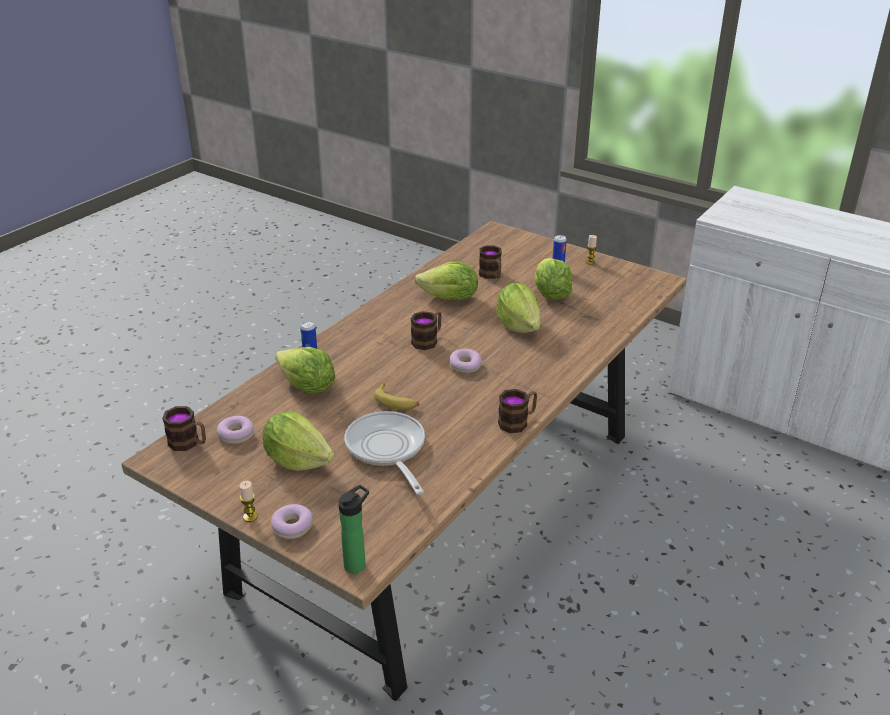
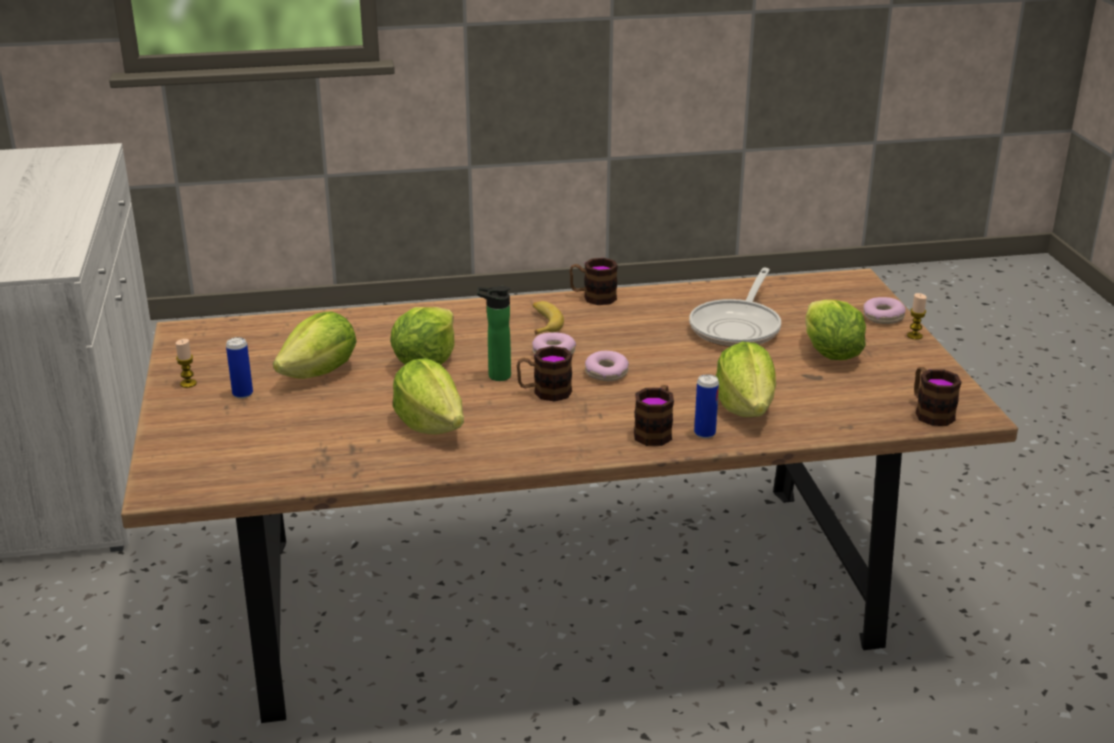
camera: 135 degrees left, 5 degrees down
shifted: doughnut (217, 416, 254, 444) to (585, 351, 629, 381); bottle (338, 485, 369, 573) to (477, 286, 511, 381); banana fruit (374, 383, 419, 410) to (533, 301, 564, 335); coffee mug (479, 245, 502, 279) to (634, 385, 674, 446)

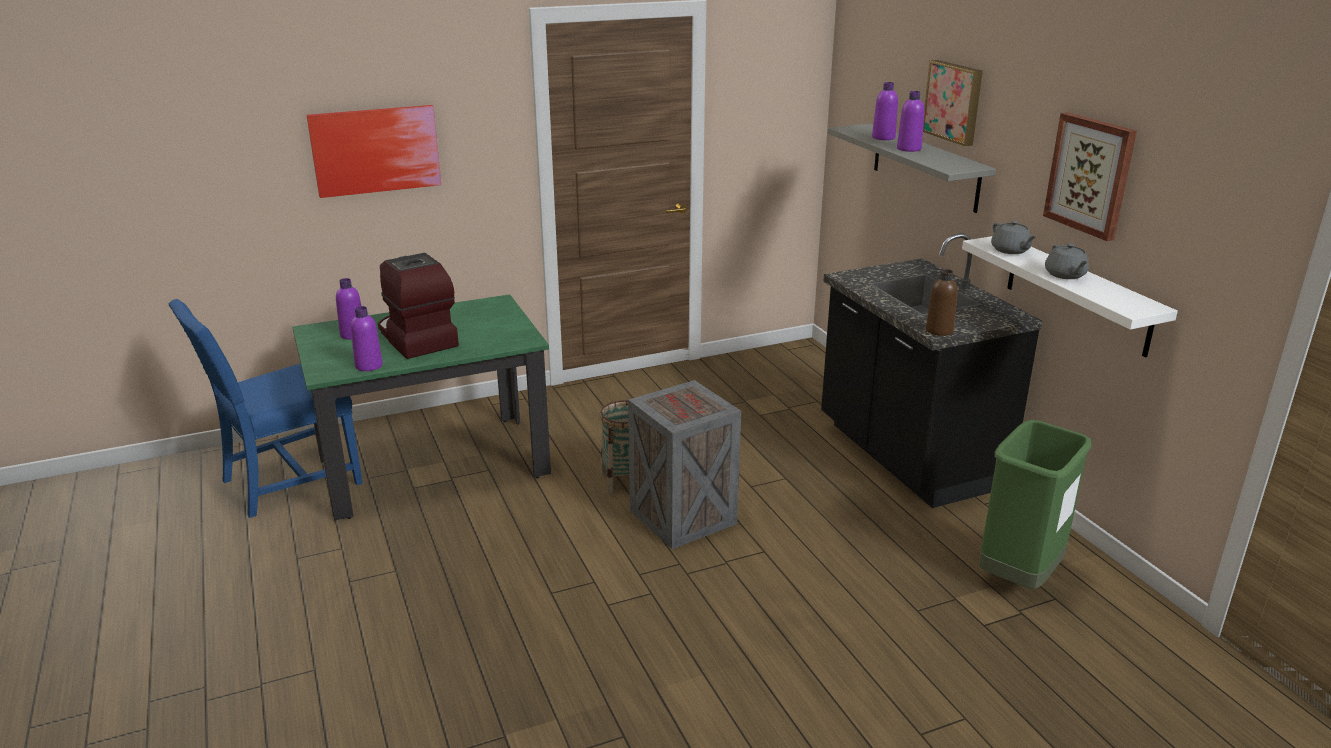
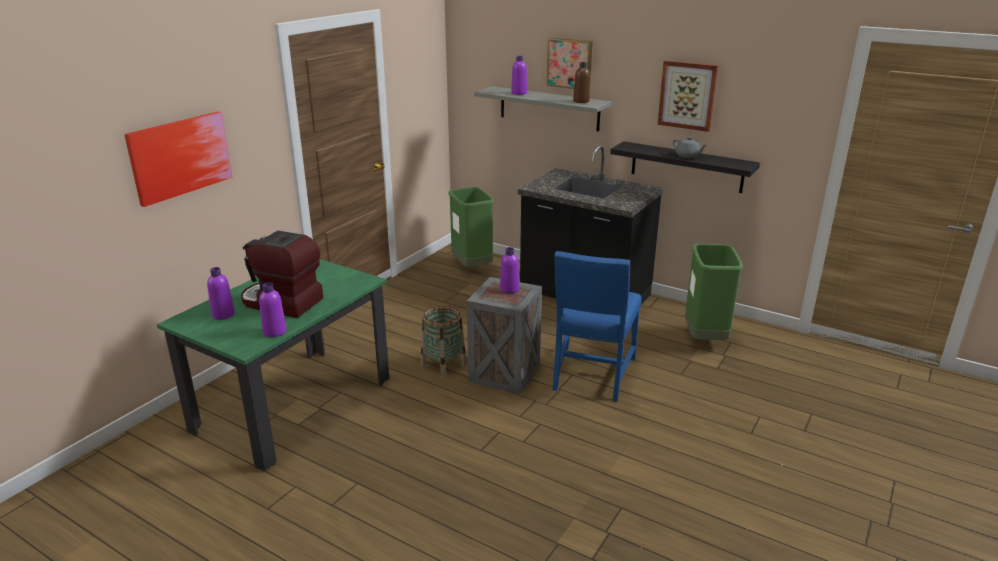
camera: 35 degrees left, 0 degrees up
gone: pot for tea/gray (991, 221, 1036, 254)
new: rubbish bin/green (448, 187, 494, 267)
shifted: upright chair/blue-coloured (169, 299, 363, 518) to (552, 251, 642, 402); bottle/purple (897, 91, 924, 152) to (500, 247, 519, 293); bottle/brown-coloured (926, 269, 958, 336) to (573, 62, 590, 103)
repainted: shelf/whitish (962, 236, 1178, 358) to shelf/blackish (610, 141, 760, 193)

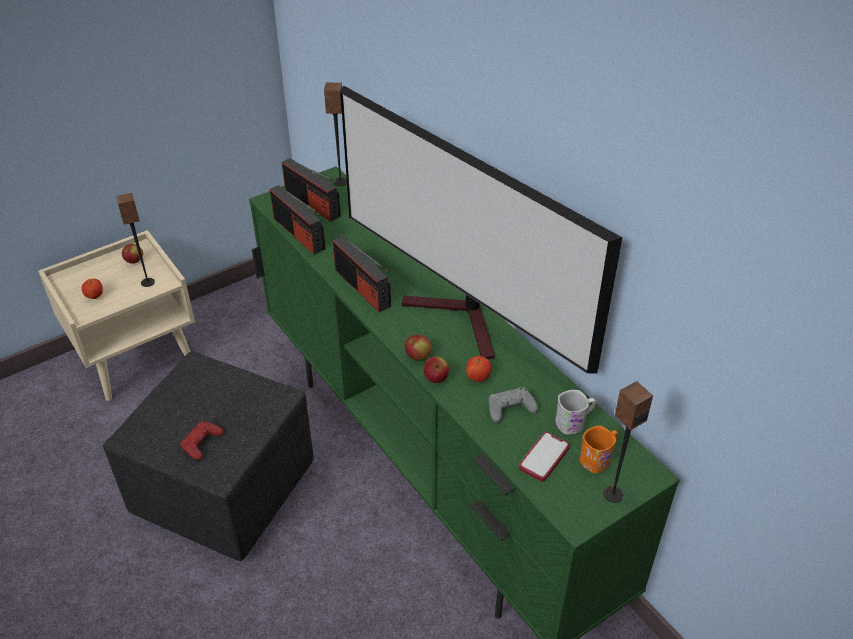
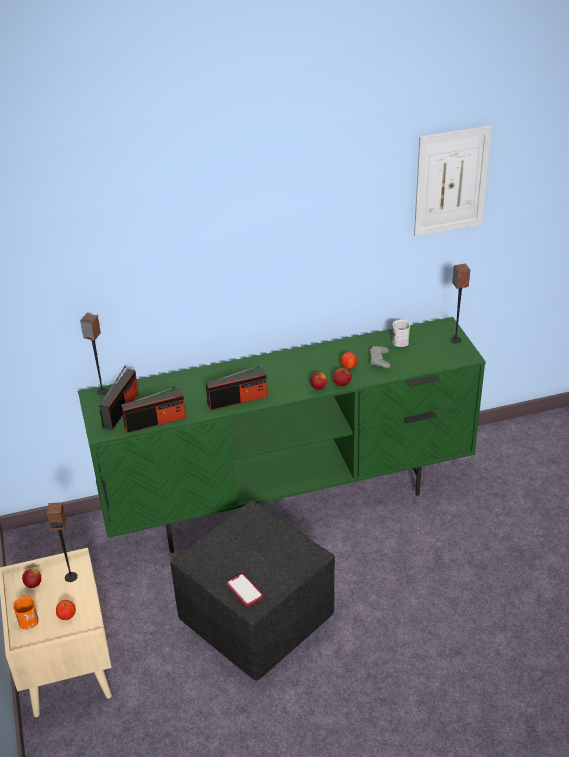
camera: 70 degrees left, 5 degrees down
gone: joypad/red-coloured (180, 421, 224, 460); TV (341, 85, 622, 374)
new: wall art (414, 125, 492, 237)
shifted: phone (519, 432, 570, 482) to (227, 574, 263, 607); coffee mug/orangey (579, 426, 618, 473) to (13, 595, 39, 629)
rotated: radio (282, 158, 341, 222) = (99, 366, 139, 430) 45 degrees counterclockwise

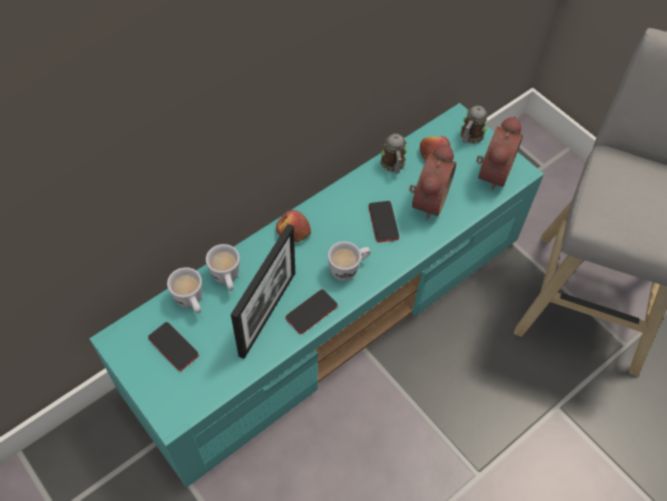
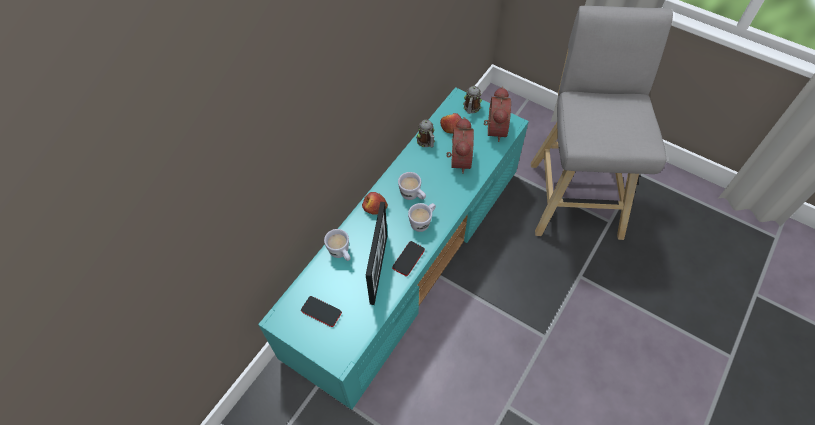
camera: 15 degrees left, 0 degrees up
gone: phone (369, 201, 399, 242)
shifted: coffee mug/whitish (167, 267, 202, 313) to (398, 172, 426, 200)

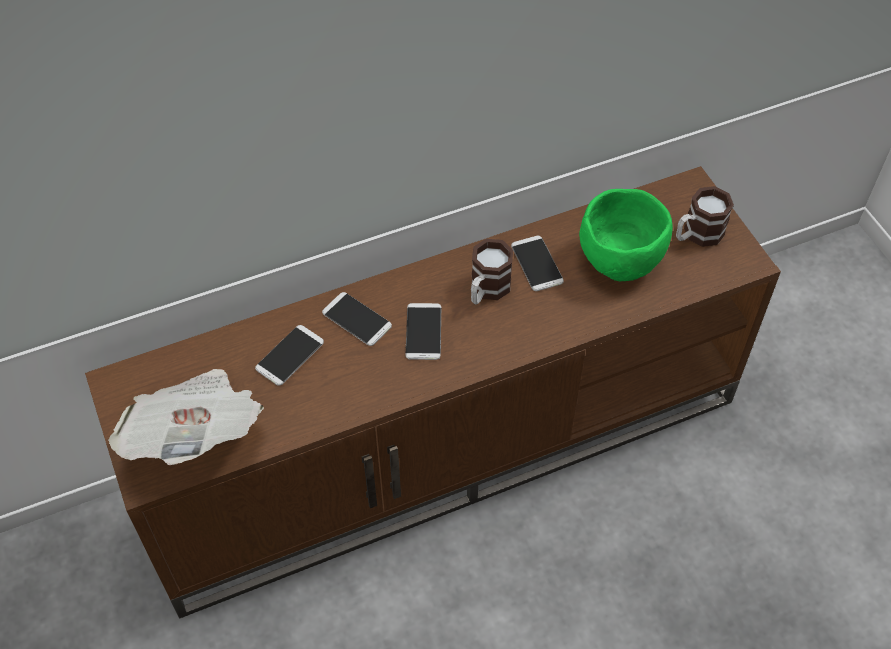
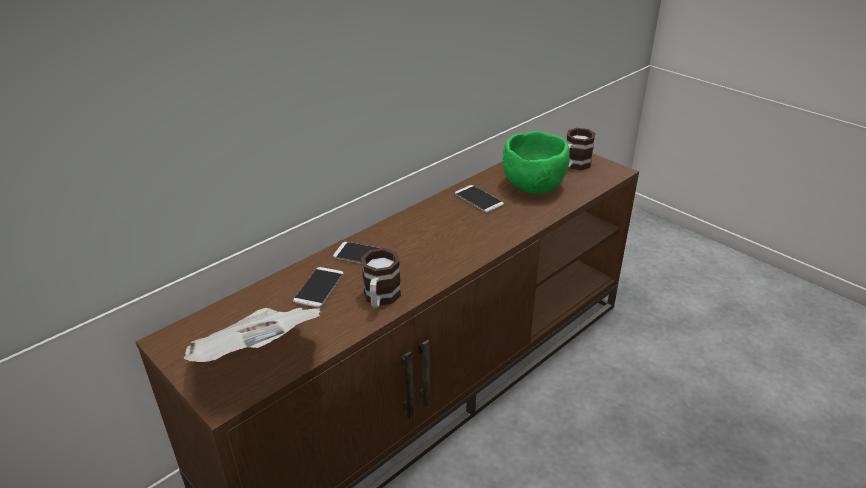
camera: 20 degrees left, 20 degrees down
gone: phone (406, 303, 441, 360)
shifted: coffee mug (471, 239, 513, 305) to (361, 248, 401, 308)

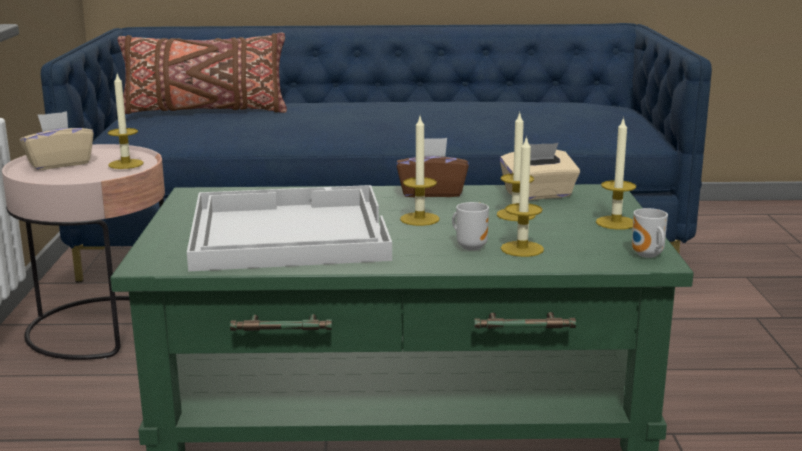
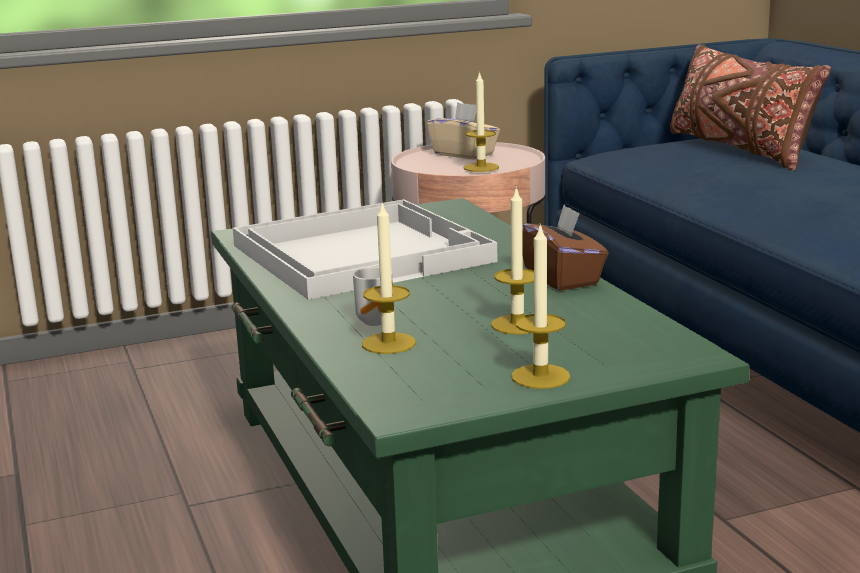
camera: 70 degrees right, 0 degrees up
gone: wax candle (400, 117, 440, 226); tissue holder/beige (500, 143, 580, 200); coffee mug (632, 208, 668, 258)

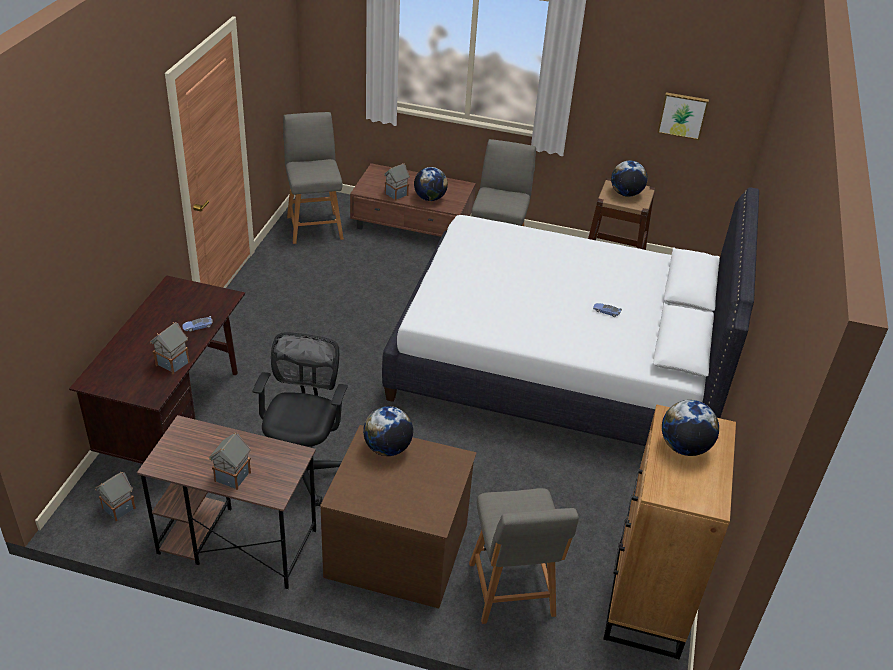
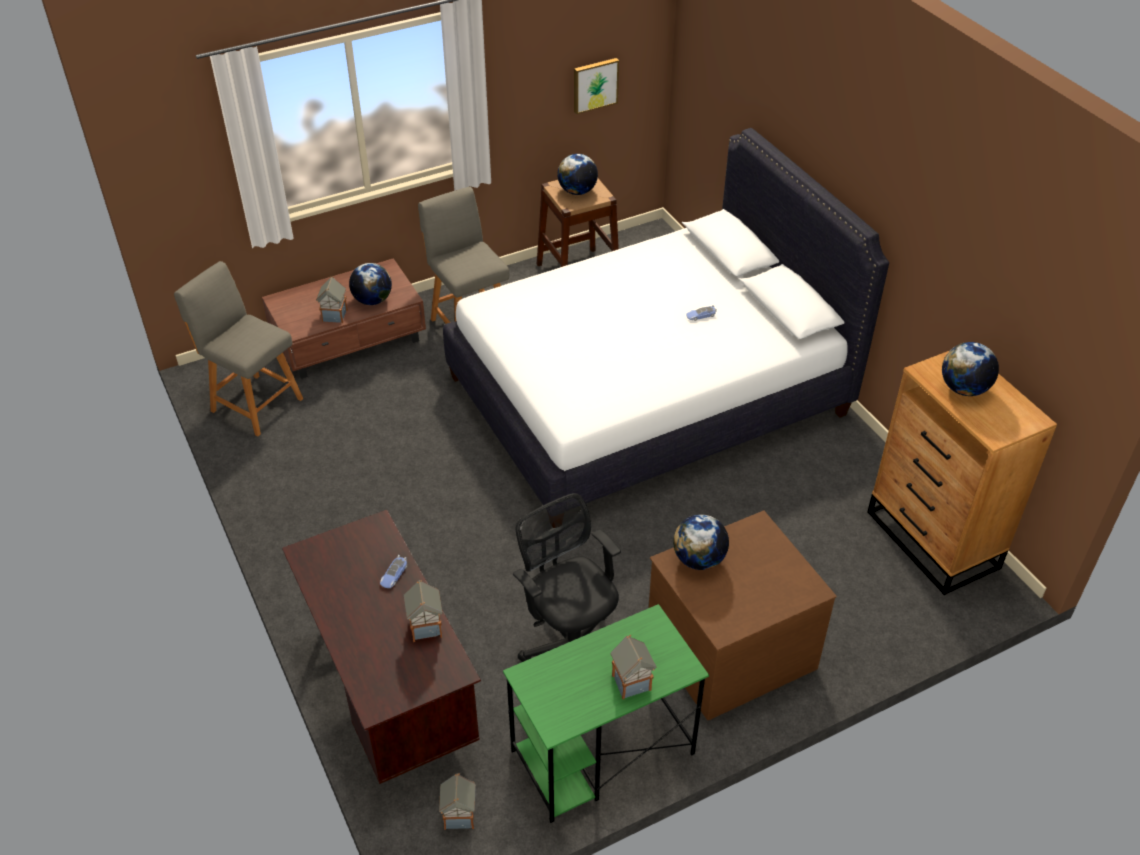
camera: 40 degrees left, 5 degrees up
gone: upright chair/gray (469, 488, 579, 624)
repainted: desk unit/brown-coloured (137, 415, 316, 589) to desk unit/green (503, 604, 709, 823)

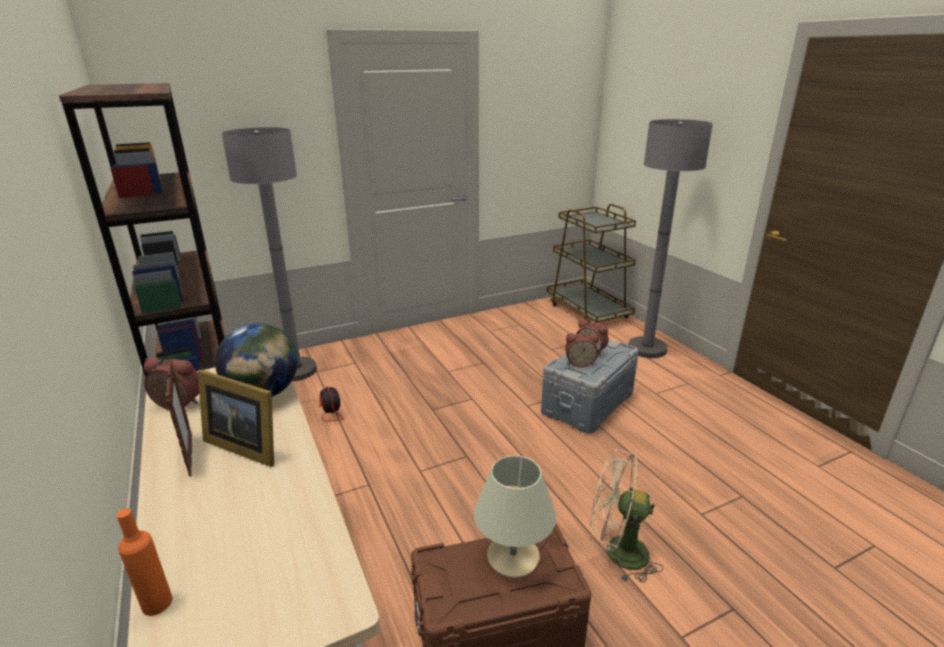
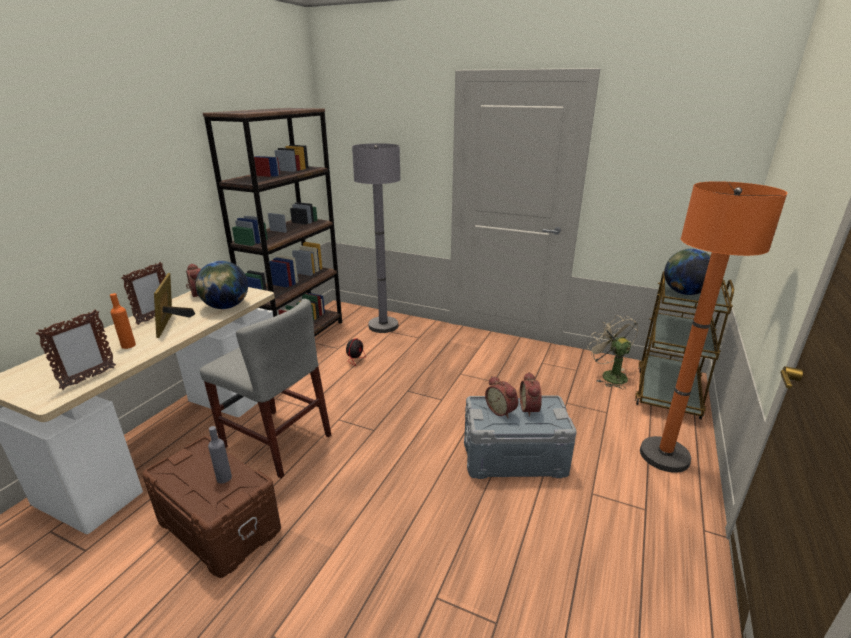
camera: 50 degrees right, 0 degrees up
new: standing frame (36, 310, 116, 390); upright chair/gray (200, 299, 331, 478); globe (664, 249, 711, 295)
shifted: bottle/orangey (116, 508, 172, 616) to (110, 293, 136, 349); cooling fan/beige (590, 449, 663, 583) to (587, 315, 638, 389)
swapped: lamp for a table/beige (474, 455, 556, 578) to bottle/gray (208, 426, 232, 483)
repainted: standard lamp/gray (628, 119, 713, 358) to standard lamp/orangey (640, 181, 787, 473)

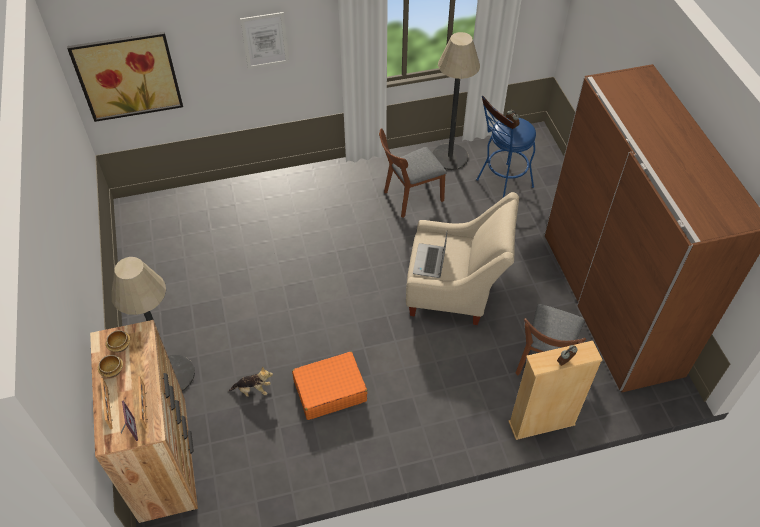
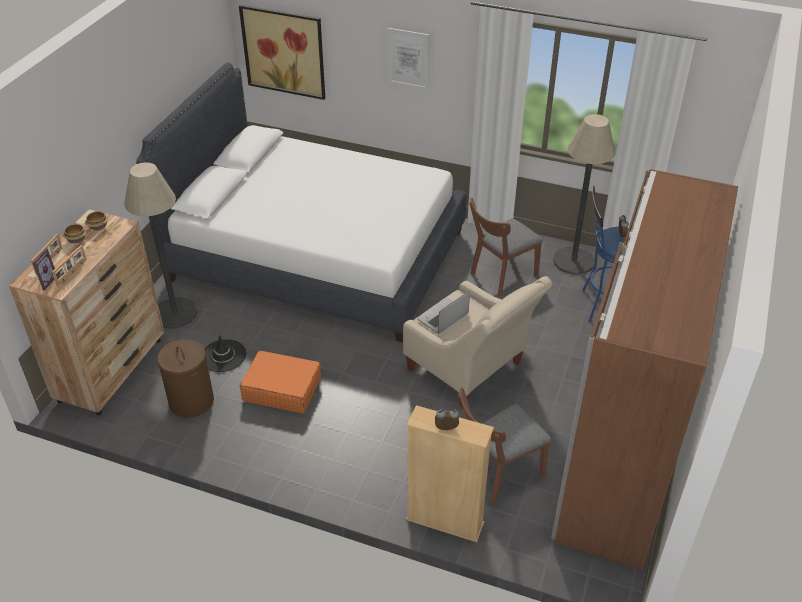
camera: 35 degrees right, 10 degrees down
new: sleeping bed/whitish (136, 62, 467, 342); laundry basket/brown-coloured (157, 339, 214, 418)
swapped: cuddly toy (229, 366, 273, 397) to clothing hat/blackish (204, 335, 246, 372)
rotated: upright chair/brown-coloured (379, 128, 447, 218) = (469, 197, 543, 297) 45 degrees counterclockwise

